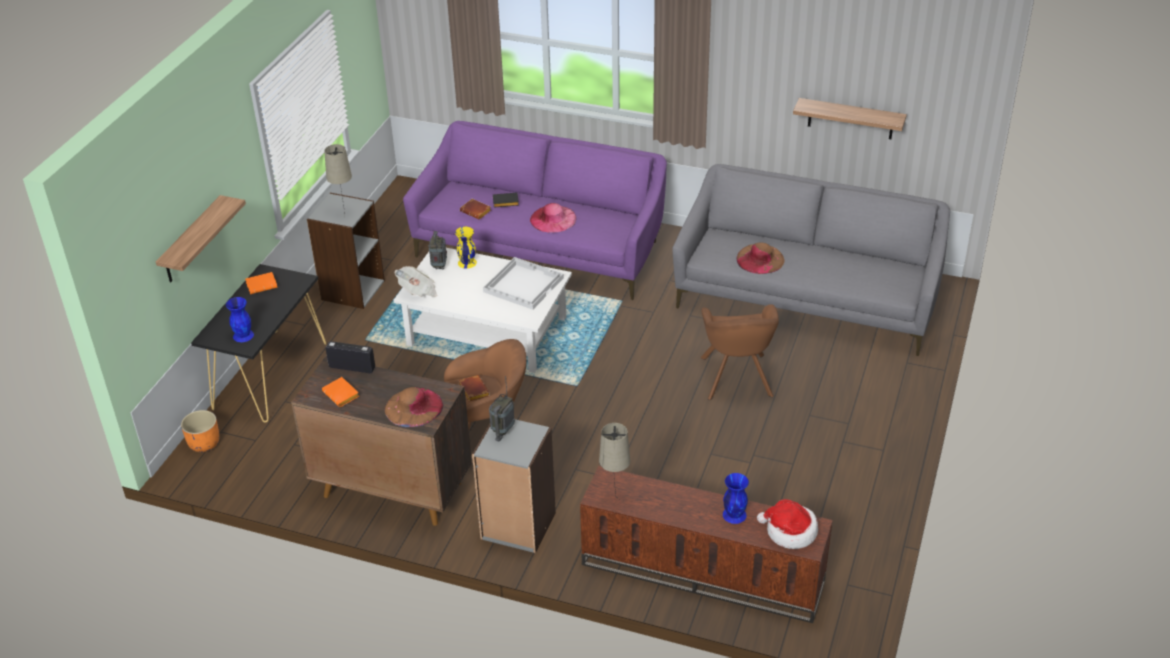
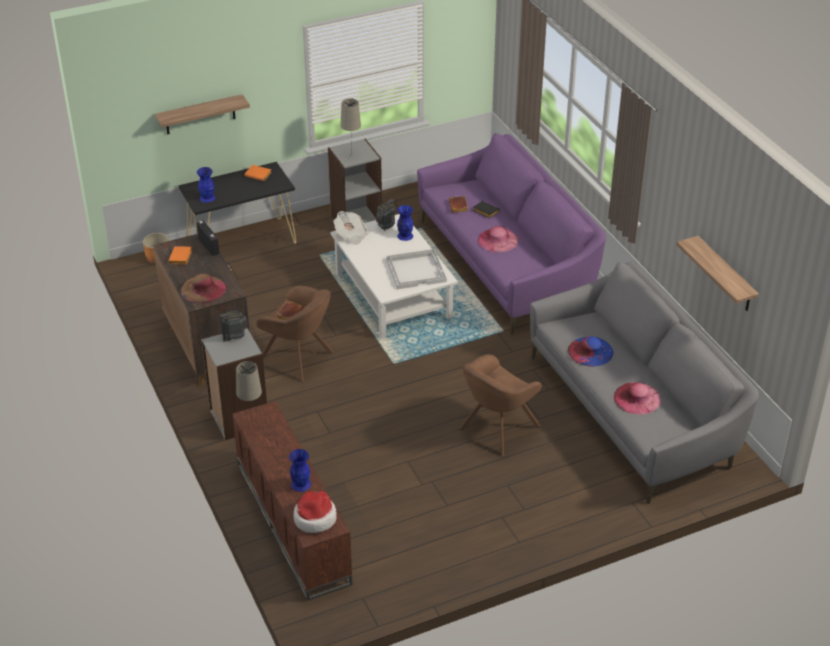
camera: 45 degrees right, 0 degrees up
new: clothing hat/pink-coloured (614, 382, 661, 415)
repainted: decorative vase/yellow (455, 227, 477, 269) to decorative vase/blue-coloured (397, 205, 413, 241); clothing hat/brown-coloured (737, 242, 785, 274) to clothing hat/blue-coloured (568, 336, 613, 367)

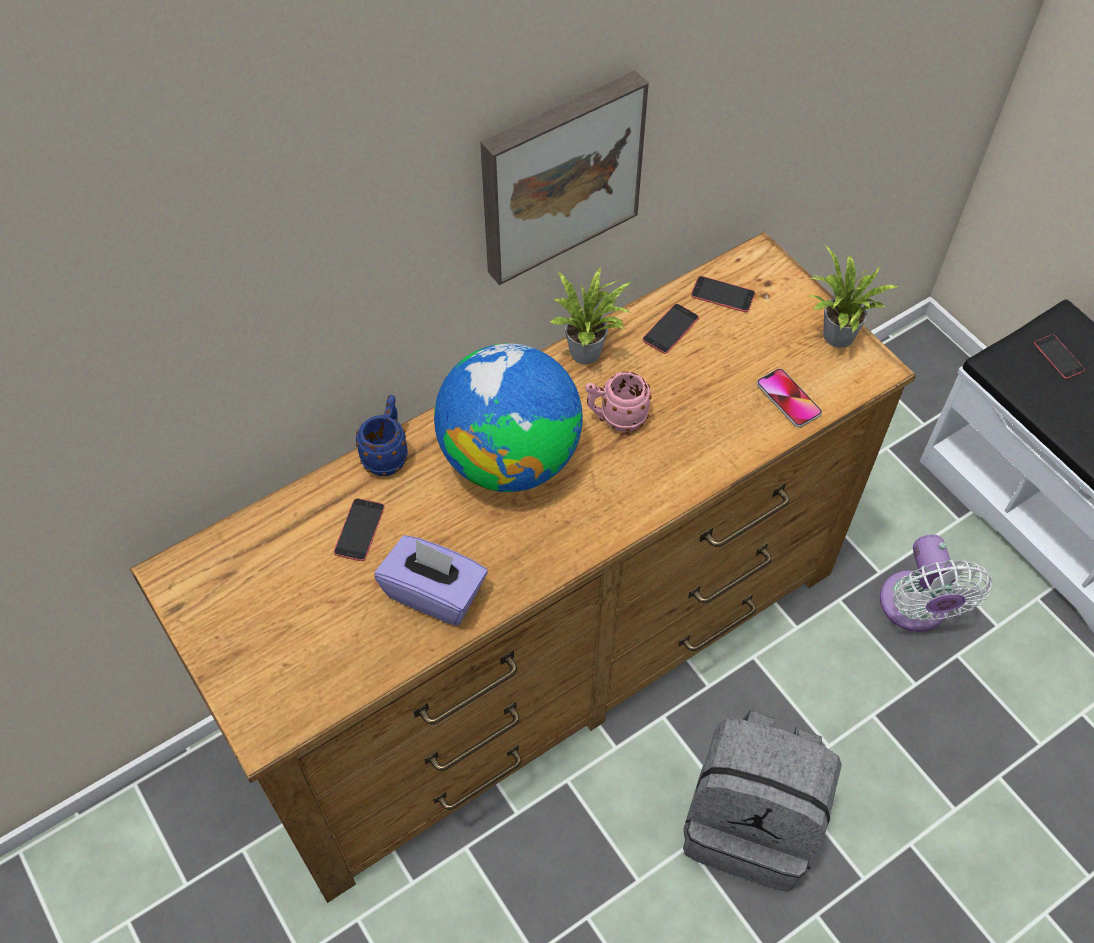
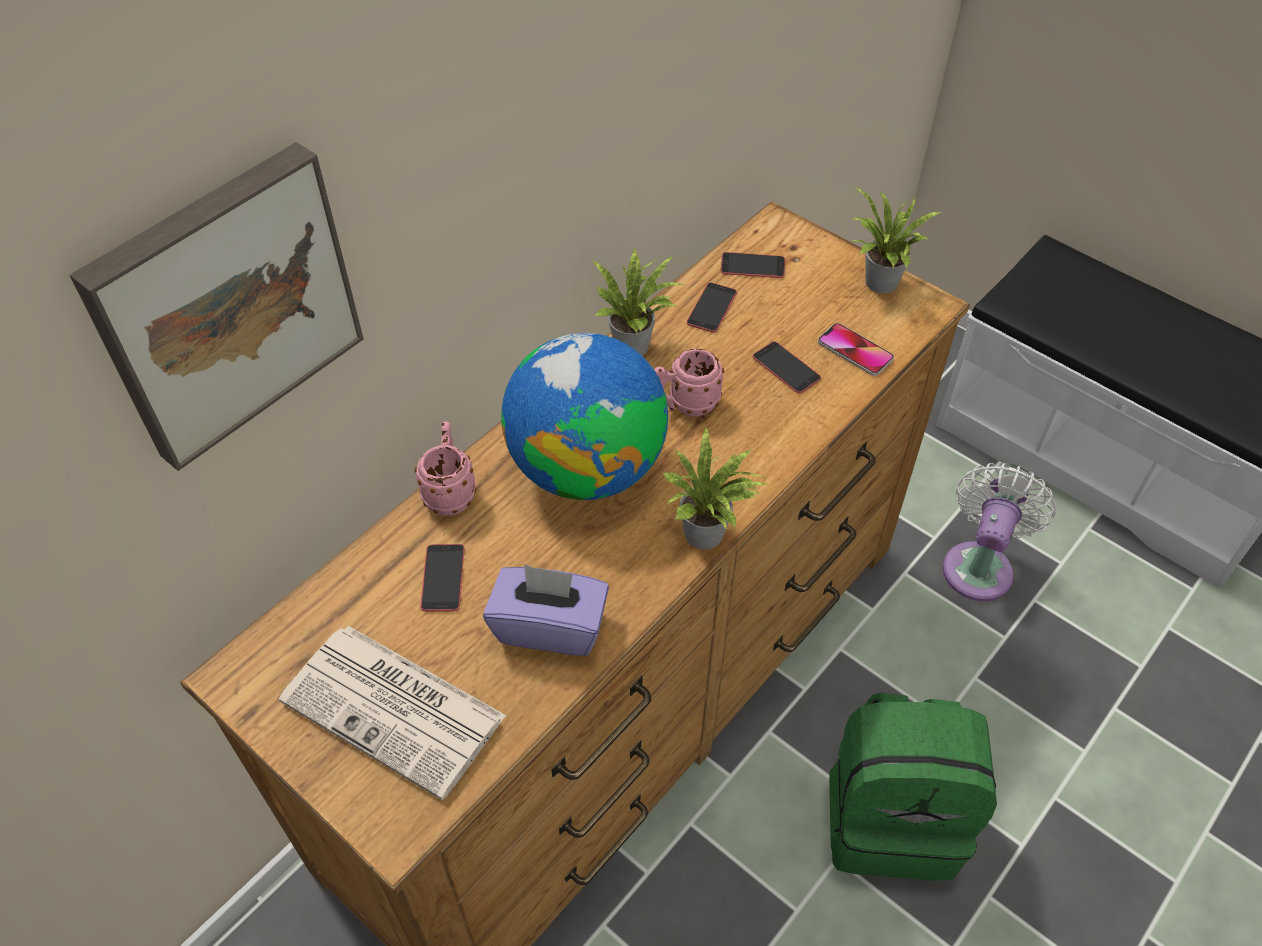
camera: 15 degrees left, 5 degrees down
new: printed paper (279, 626, 506, 800); plant in a pot (663, 426, 768, 549)
shifted: wall art (480, 71, 649, 285) to (70, 142, 364, 471); phone (1034, 335, 1085, 379) to (752, 341, 821, 394)
repainted: coffee mug/blue-coloured (356, 395, 408, 476) to coffee mug/pink-coloured (415, 422, 476, 516); rucksack/gray (683, 710, 842, 892) to rucksack/green (829, 692, 997, 881)
rotated: cooling fan/whitish (880, 535, 992, 632) = (943, 463, 1056, 601) 135 degrees counterclockwise

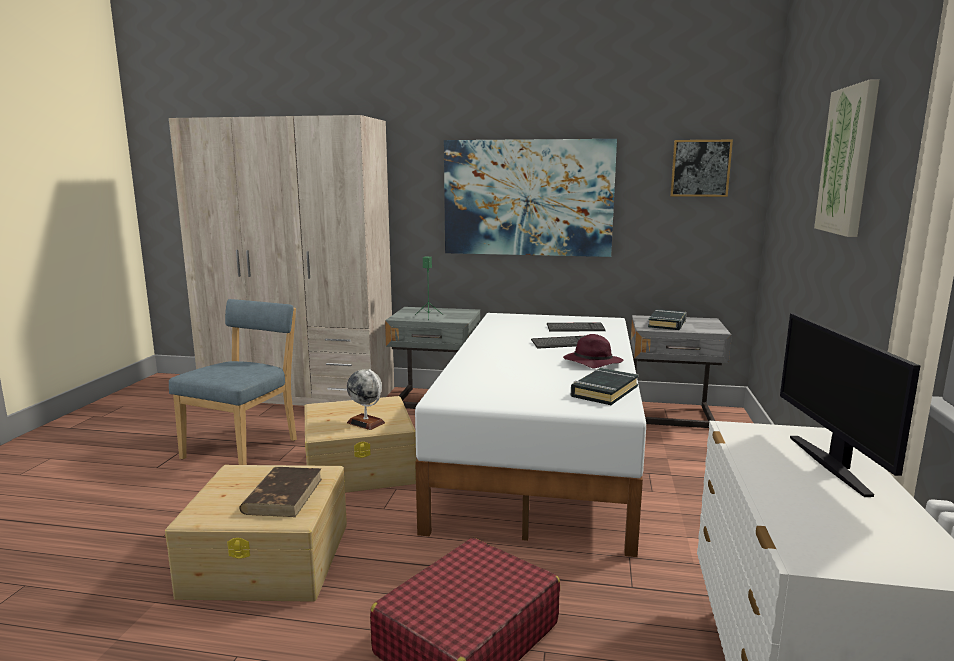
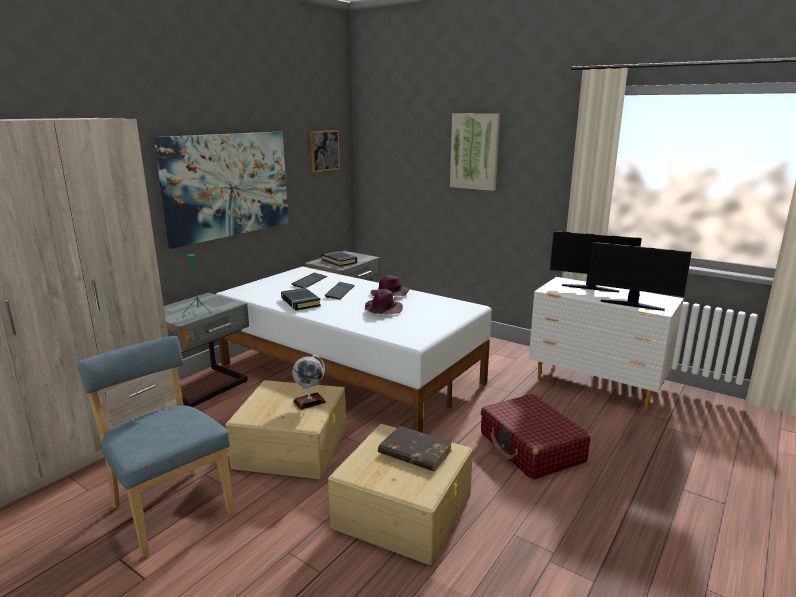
camera: 65 degrees left, 5 degrees up
new: clothing hat/purple (365, 289, 403, 315); computer display (588, 242, 692, 311)
shifted: book/blackish (571, 368, 639, 405) to (281, 288, 321, 311)

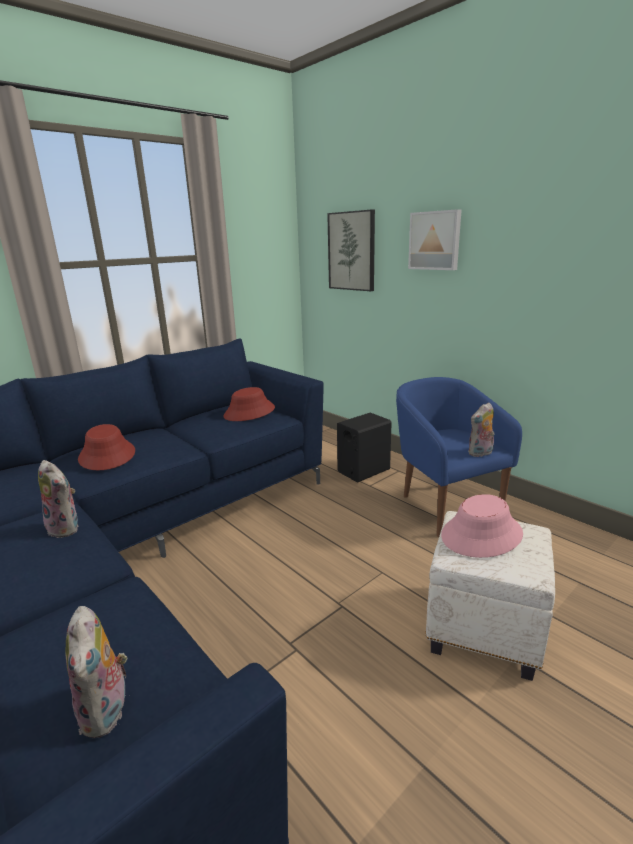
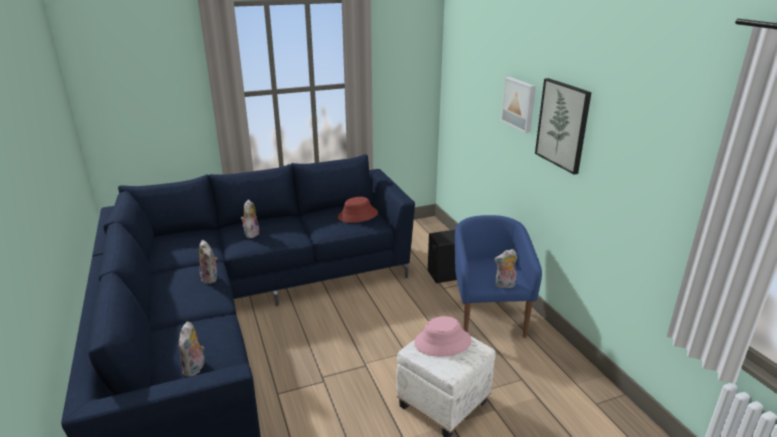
camera: 20 degrees right, 5 degrees up
shifted: wall art (327, 210, 375, 291) to (535, 78, 592, 174)
swapped: clothing hat/red-coloured (78, 424, 135, 470) to cuddly toy (241, 199, 260, 238)

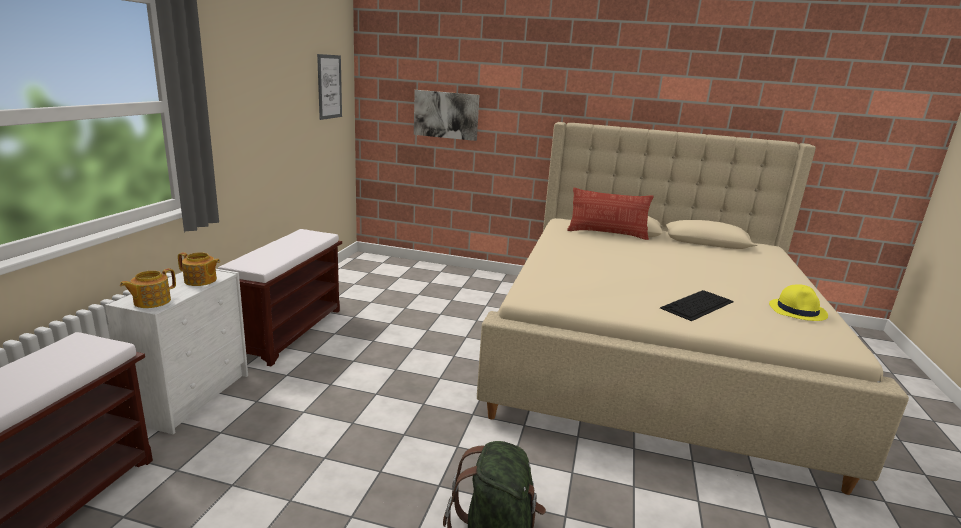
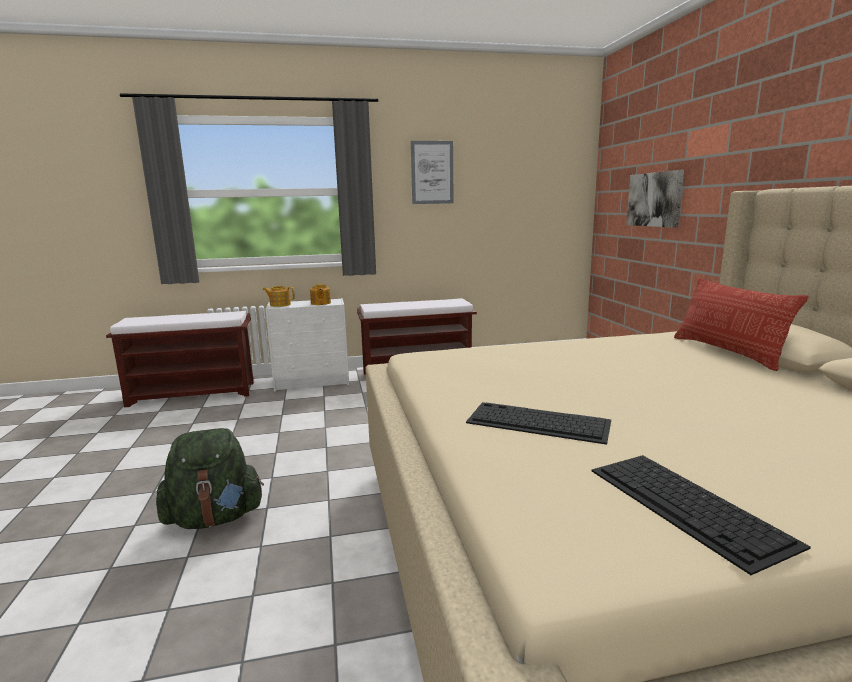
camera: 65 degrees right, 5 degrees down
shifted: wall art (317, 54, 342, 120) to (411, 141, 453, 204)
swapped: clothing hat/yellow (769, 284, 828, 321) to PC keyboard (592, 455, 811, 575)

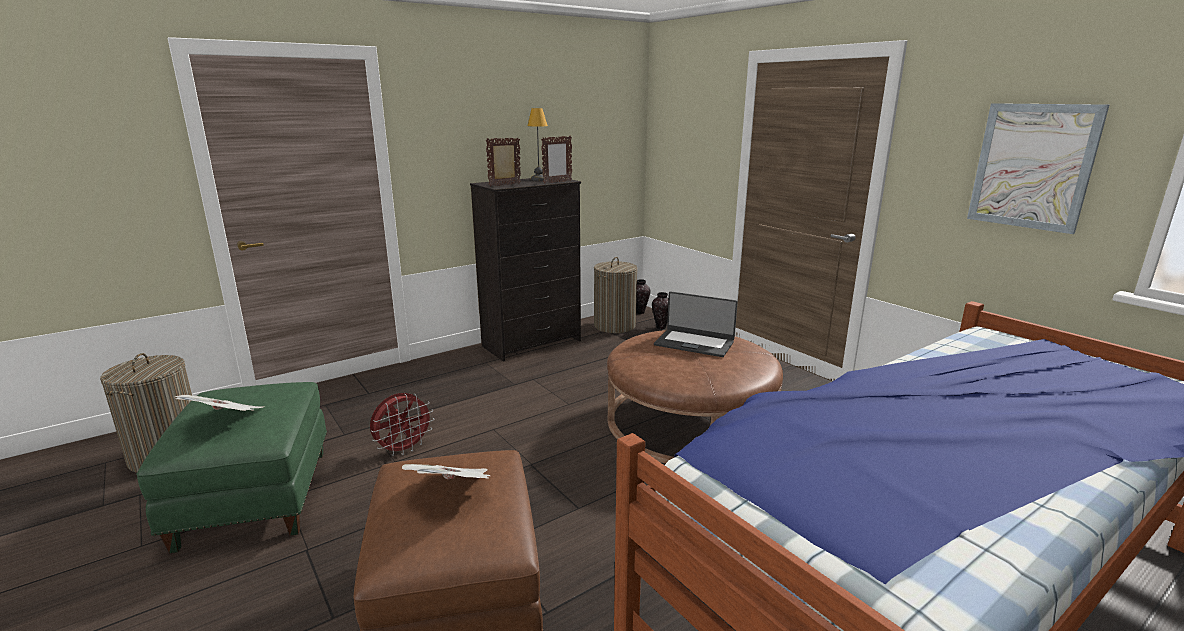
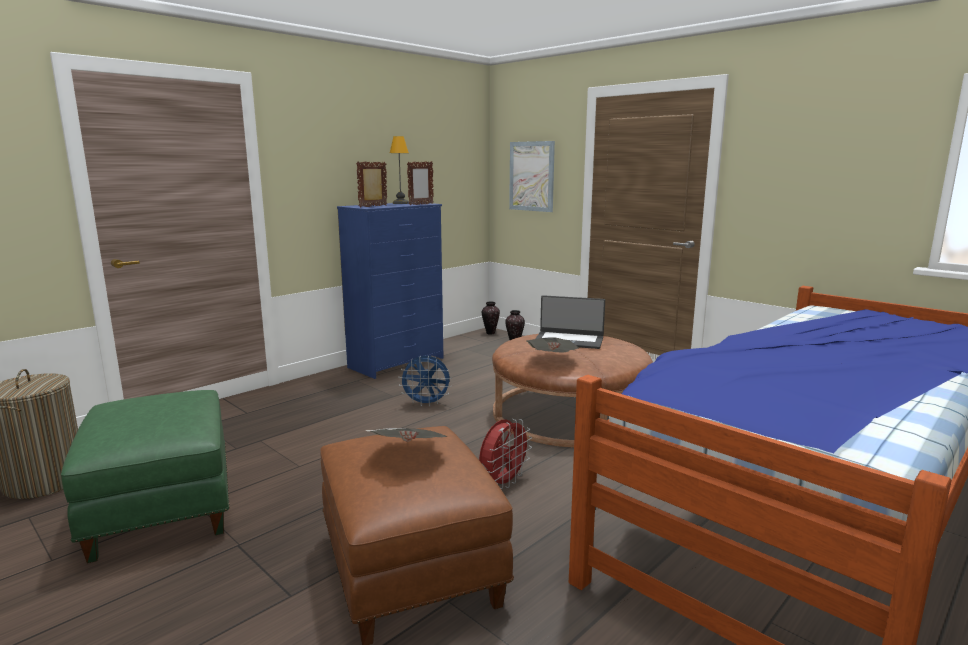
camera: 10 degrees left, 5 degrees down
gone: laundry basket (594, 257, 638, 333)
new: cooling fan/blue-coloured (398, 356, 452, 407)
shifted: printed paper (175, 395, 264, 411) to (526, 337, 579, 352); cooling fan/red-coloured (370, 393, 434, 456) to (479, 419, 532, 489); wall art (967, 103, 1109, 234) to (509, 141, 555, 212)
repainted: dresser/blackish (470, 177, 581, 362) to dresser/blue-coloured (337, 203, 443, 379)

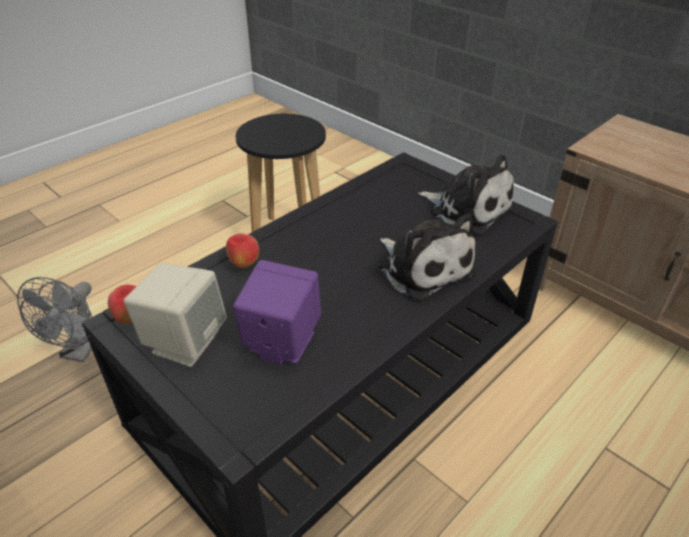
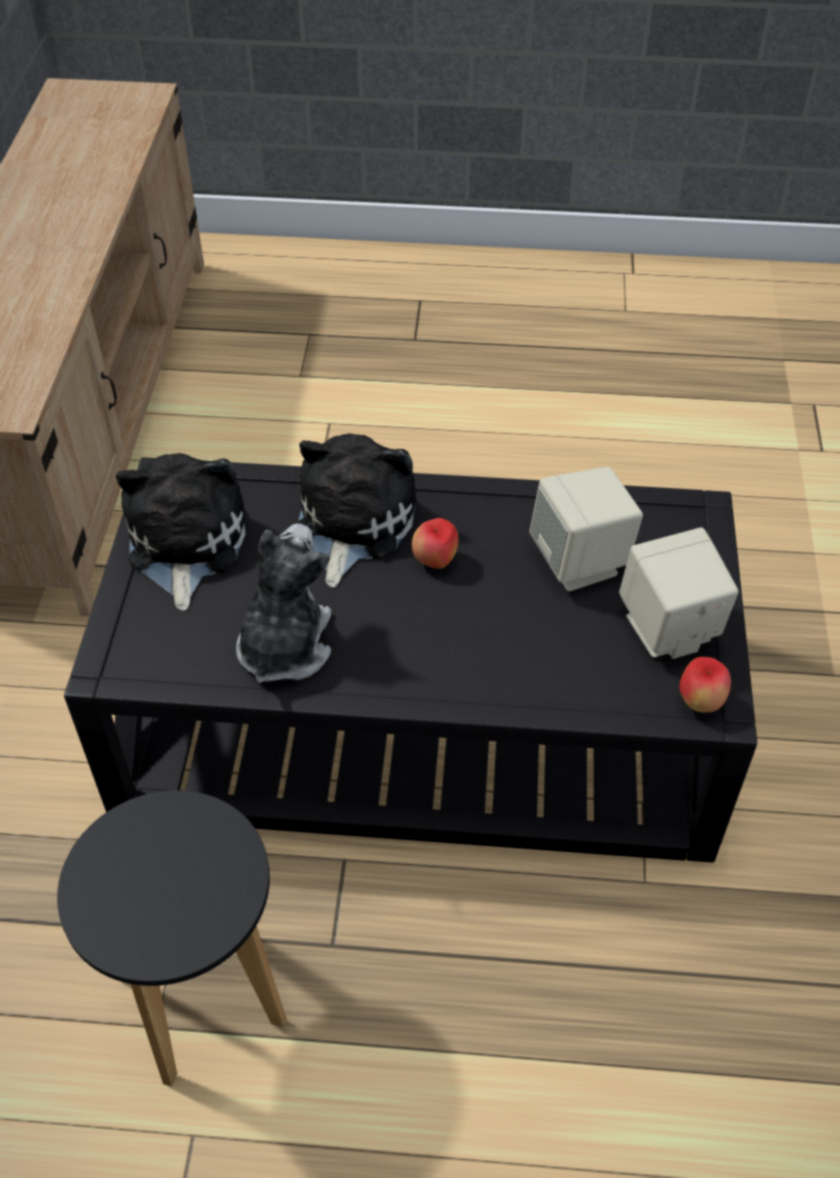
camera: 130 degrees left, 10 degrees up
gone: cooling fan/gray (17, 277, 92, 362)
new: cuddly toy (236, 523, 331, 683)
shifted: apple fruit (226, 233, 259, 268) to (412, 518, 459, 569)
repainted: loudspeaker/purple (233, 260, 321, 365) to loudspeaker/beige (530, 467, 643, 591)

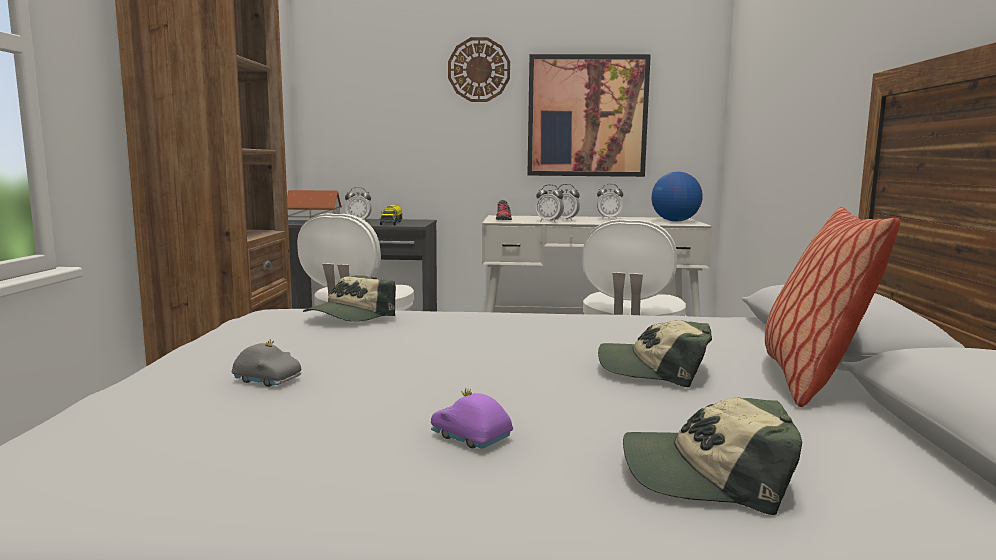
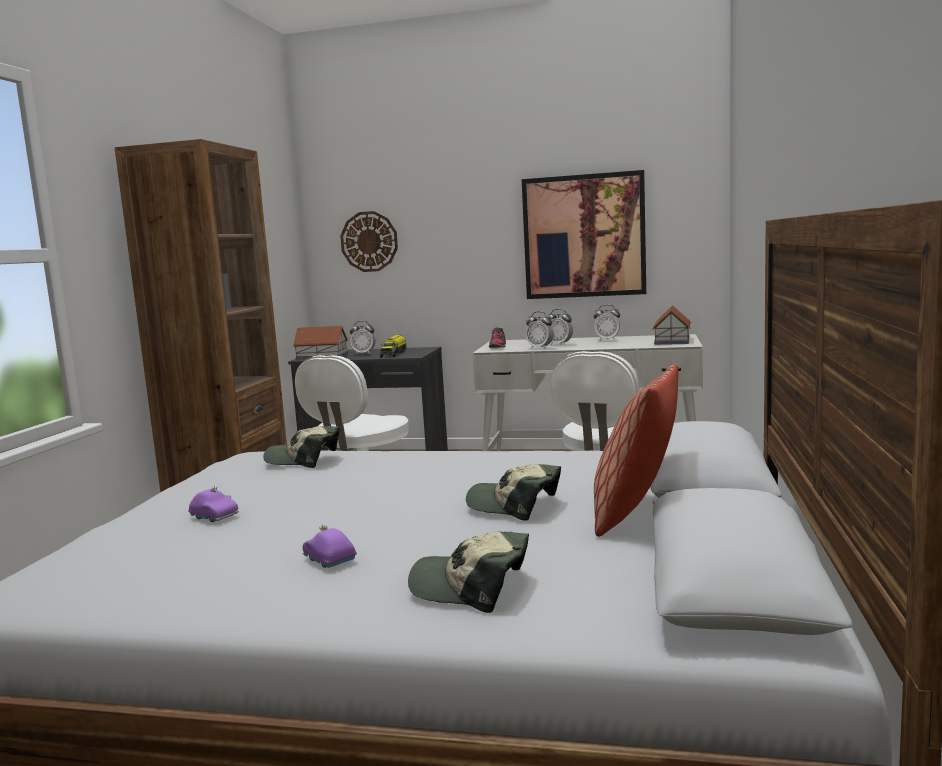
camera: 10 degrees right, 0 degrees up
shifted: hanging clock (448, 37, 510, 102) to (340, 211, 398, 272)
swapped: globe (651, 172, 703, 222) to model house (652, 305, 691, 345)
repainted: model car/gray (231, 339, 301, 387) to model car/purple (188, 486, 239, 522)
rotated: cap (303, 275, 396, 322) = (263, 426, 339, 468) 60 degrees clockwise

